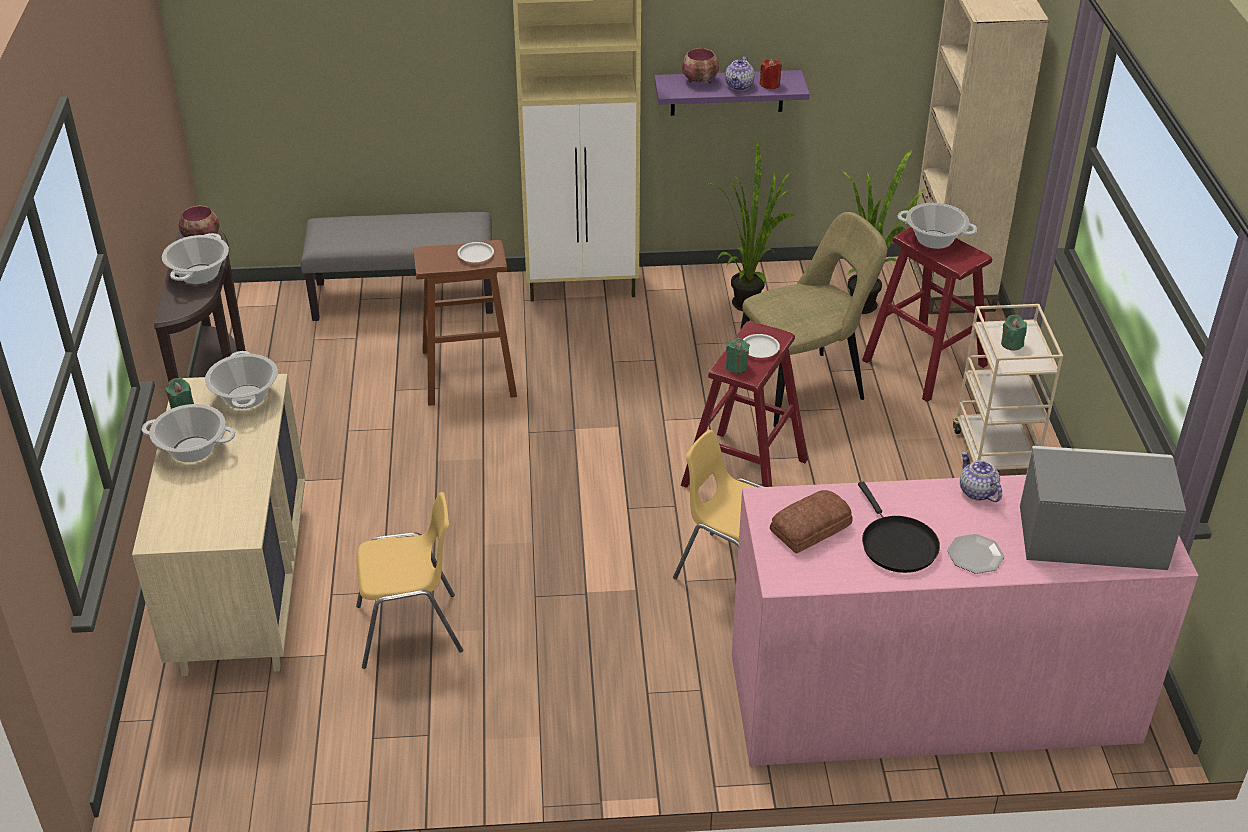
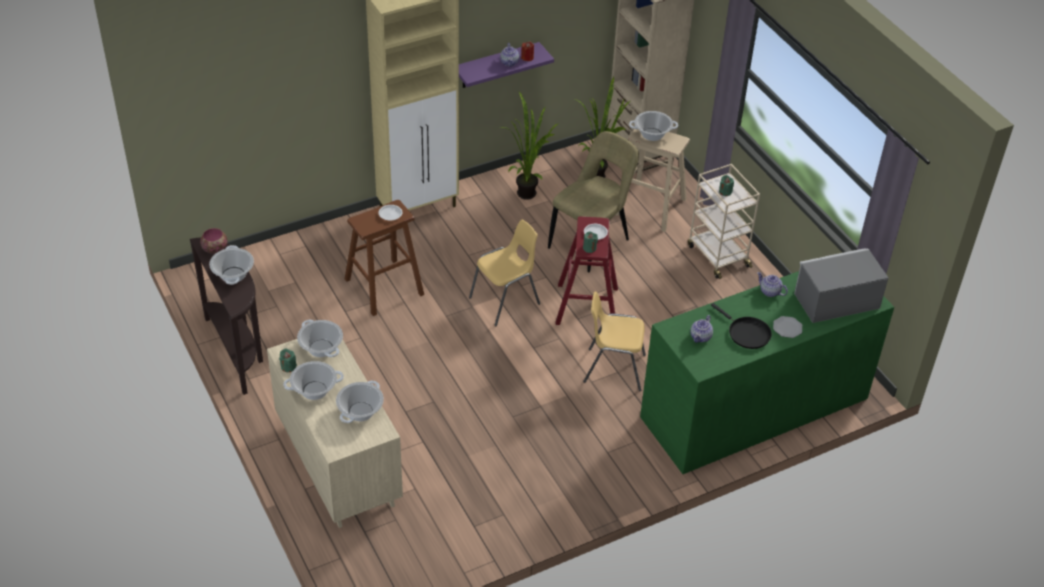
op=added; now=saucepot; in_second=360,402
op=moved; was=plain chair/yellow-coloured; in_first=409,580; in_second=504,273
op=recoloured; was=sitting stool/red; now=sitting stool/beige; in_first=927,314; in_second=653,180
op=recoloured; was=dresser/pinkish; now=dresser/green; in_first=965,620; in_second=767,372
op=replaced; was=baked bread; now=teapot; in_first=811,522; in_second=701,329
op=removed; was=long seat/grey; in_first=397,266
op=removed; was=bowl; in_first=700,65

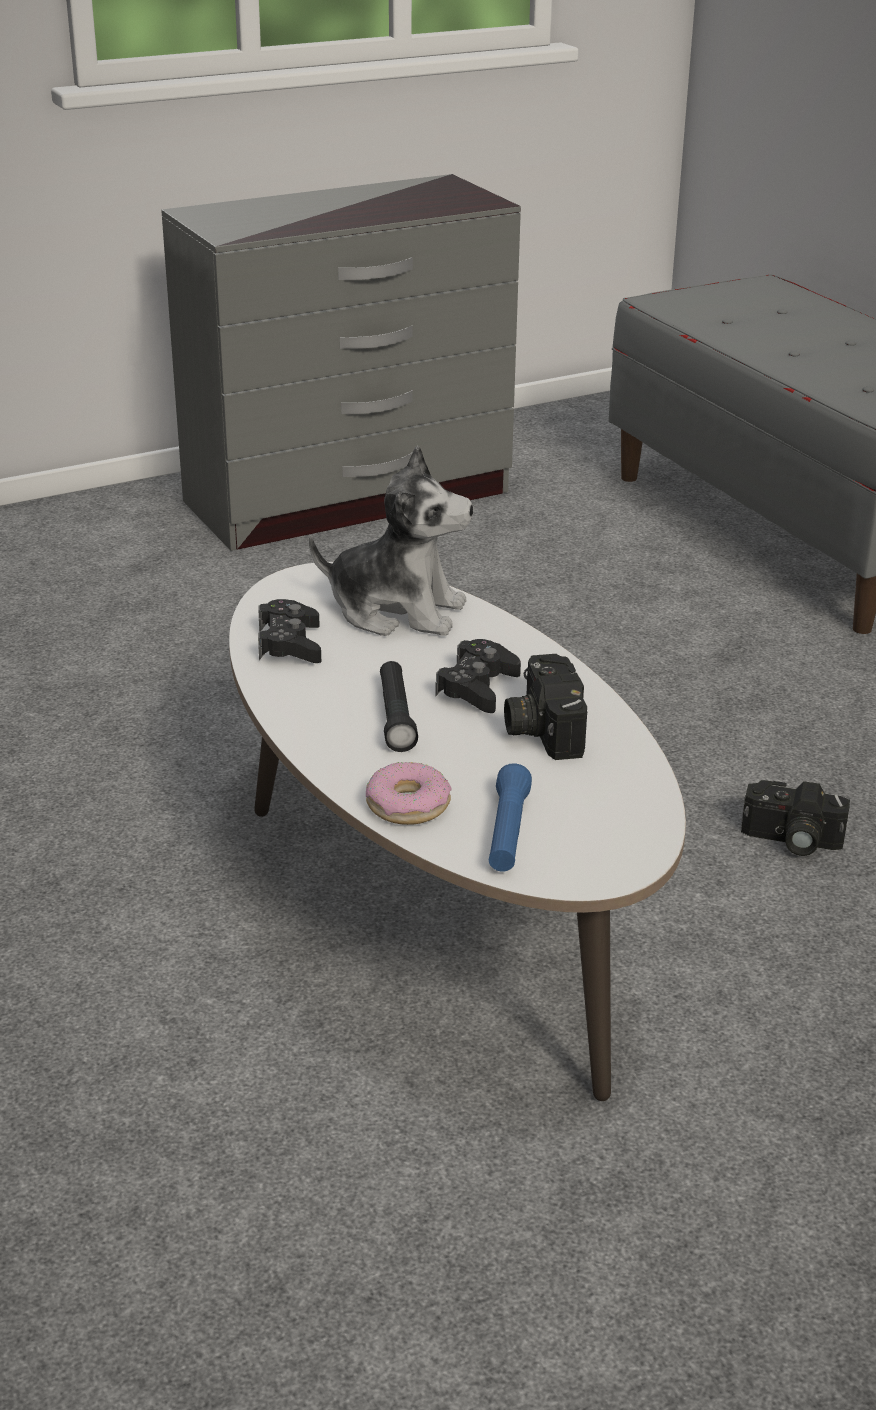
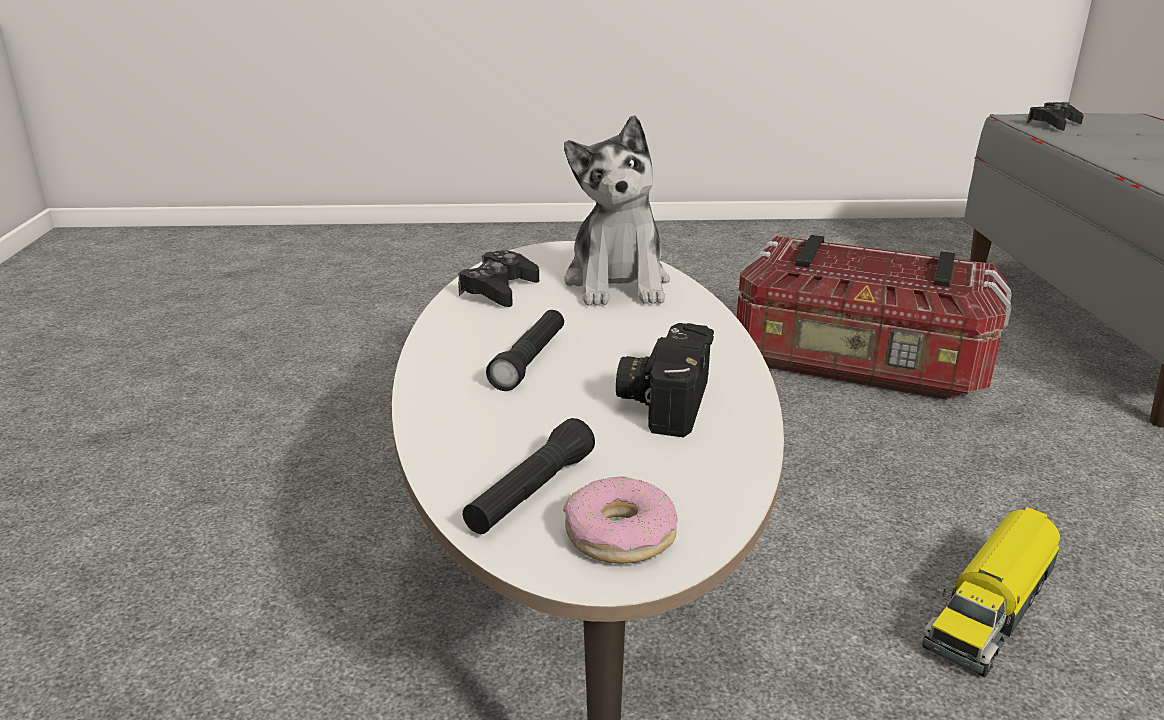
op=recoloured; was=flashlight/blue; now=flashlight/black-coloured; in_first=510,817; in_second=529,476
op=moved; was=ring doughnut; in_first=409,793; in_second=620,520
op=turned; was=plush toy; in_first=391,540; in_second=617,210; clockwise=45
op=added; now=storage box; in_second=874,317
op=replaced; was=still camera; now=toy truck; in_first=795,818; in_second=991,592
op=moved; was=gamepad/black-coloured; in_first=478,676; in_second=1055,116
op=removed; was=dresser/grey; in_first=341,362

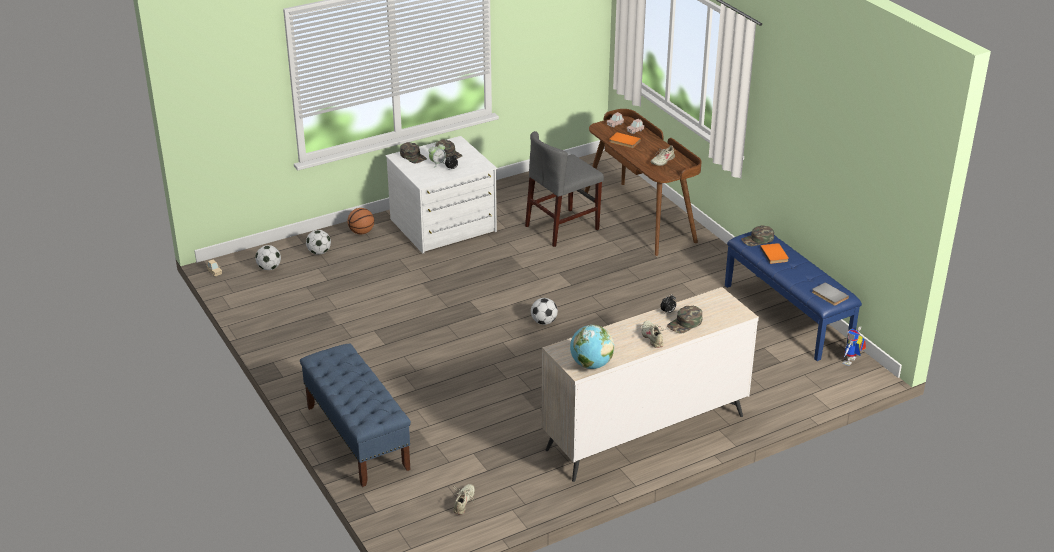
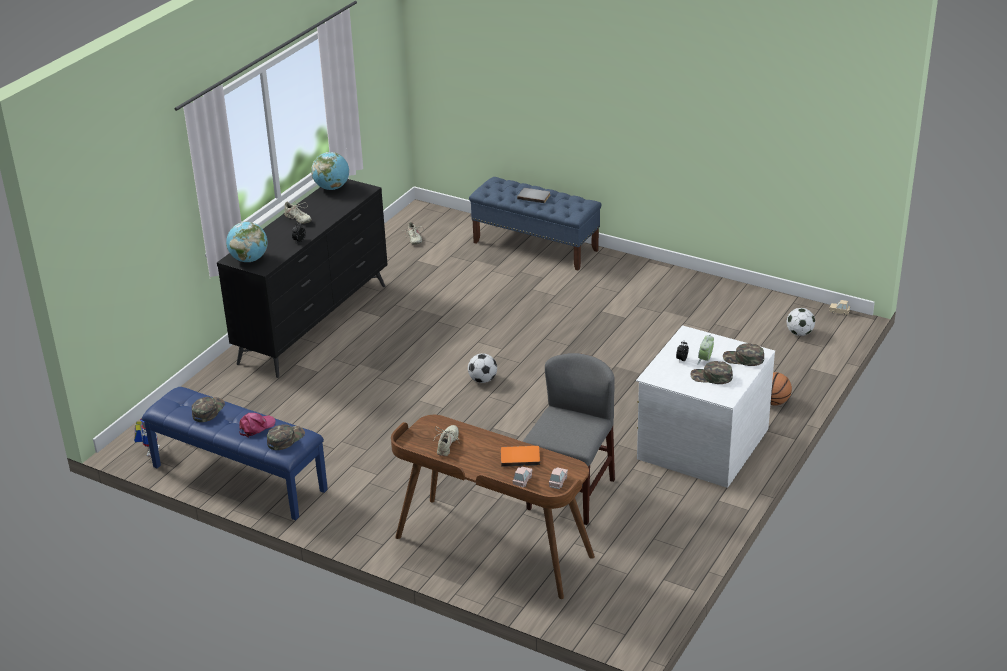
op=moved; was=peaked cap/green; in_first=684,320; in_second=208,409
op=recoloured; was=dresser/beige; now=dresser/black-coloured; in_first=650,384; in_second=302,278
op=added; now=globe; in_second=247,241
op=replaced; was=volume/orangey; now=peaked cap/pinkish; in_first=774,253; in_second=257,425
op=moved; was=volume/grey; in_first=830,294; in_second=533,195
op=removed; was=football ball; in_first=318,242

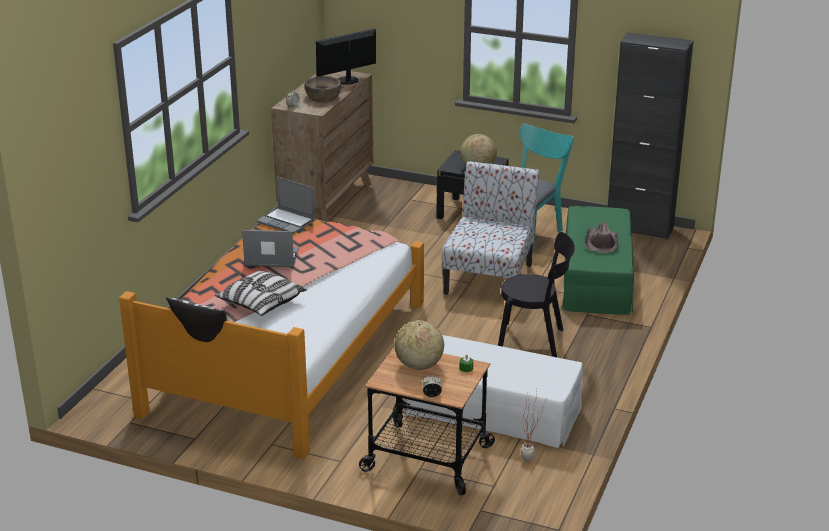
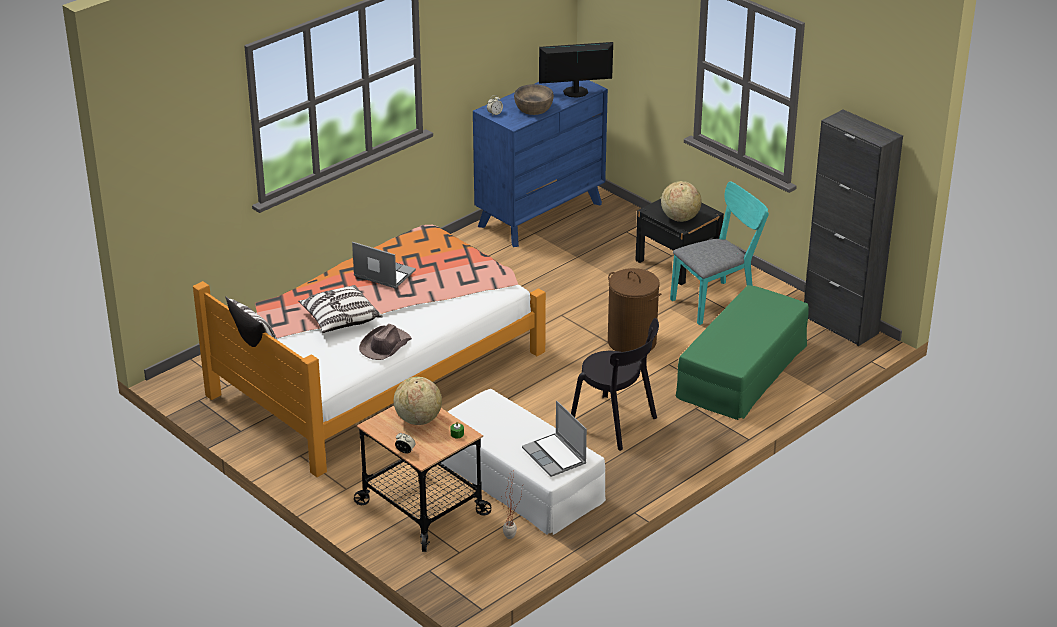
op=moved; was=wearable hat/brown-coloured; in_first=602,238; in_second=385,342
op=recoloured; was=dresser/brown-coloured; now=dresser/blue; in_first=322,145; in_second=540,163
op=moved; was=laptop; in_first=286,205; in_second=554,439
op=replaced; was=plain chair; now=washing basket/brown-coloured; in_first=490,228; in_second=634,310

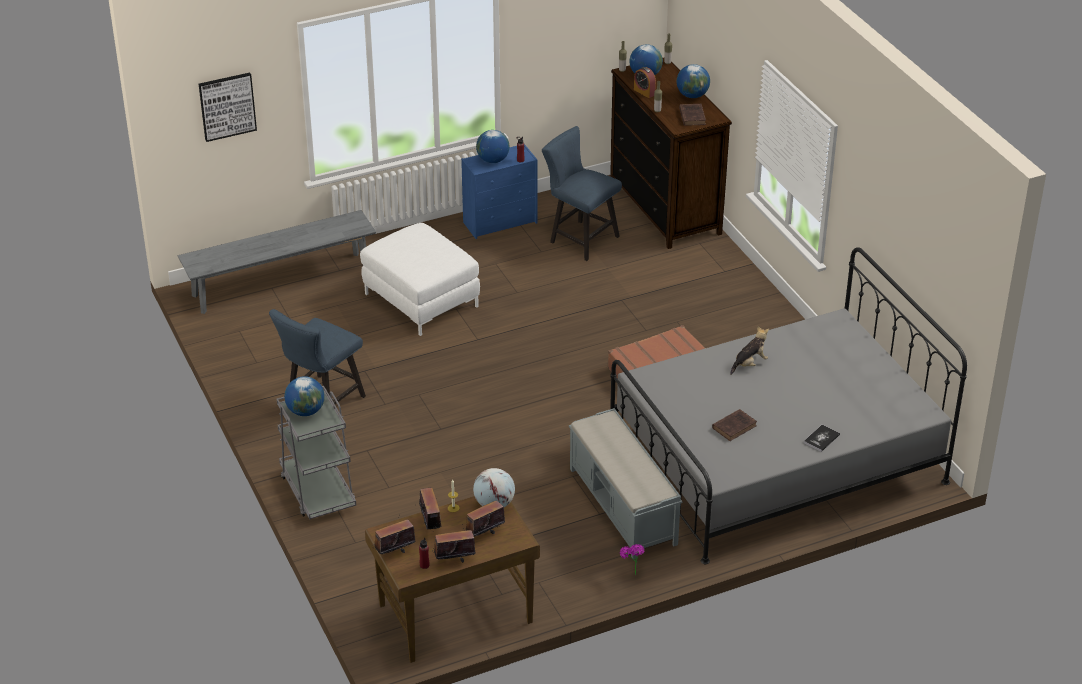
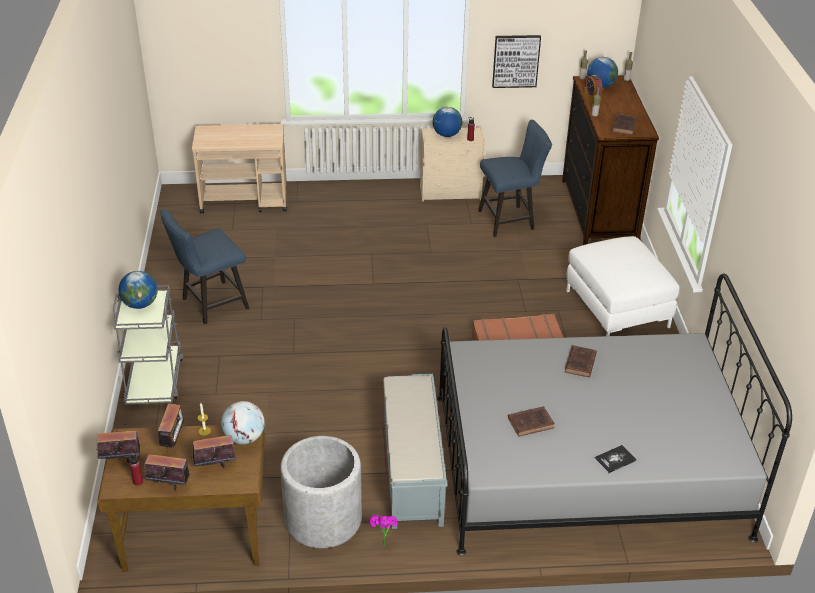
op=replaced; was=long seat/grey; now=wheeled cart/beige; in_first=277,262; in_second=239,168
op=added; now=plant pot/grey; in_second=321,492
op=recoloured; was=dresser/blue; now=dresser/beige; in_first=499,191; in_second=452,164
op=turned; was=plain chair/blue; in_first=582,193; in_second=515,178; clockwise=105
op=moved; was=wall picture; in_first=228,107; in_second=516,61
op=replaced; was=plush toy; now=volume/brown-coloured; in_first=749,350; in_second=581,361
op=moved; was=ottoman/whitish; in_first=420,279; in_second=623,286
op=removed; was=globe; in_first=693,81

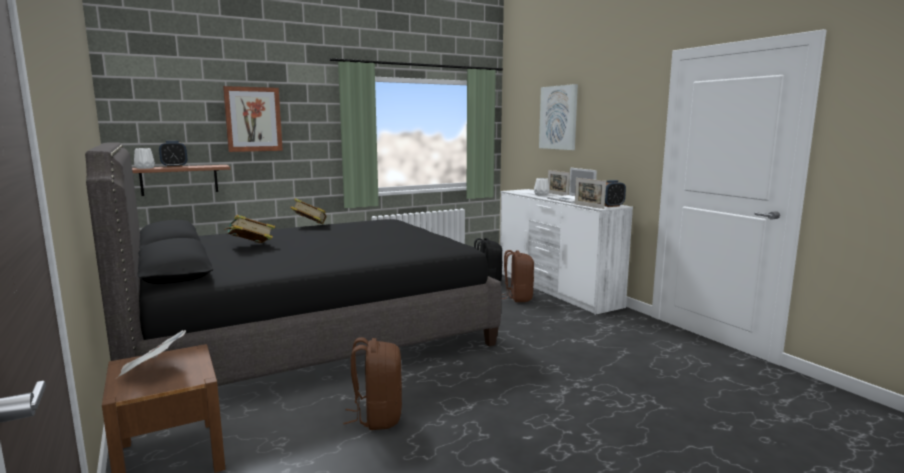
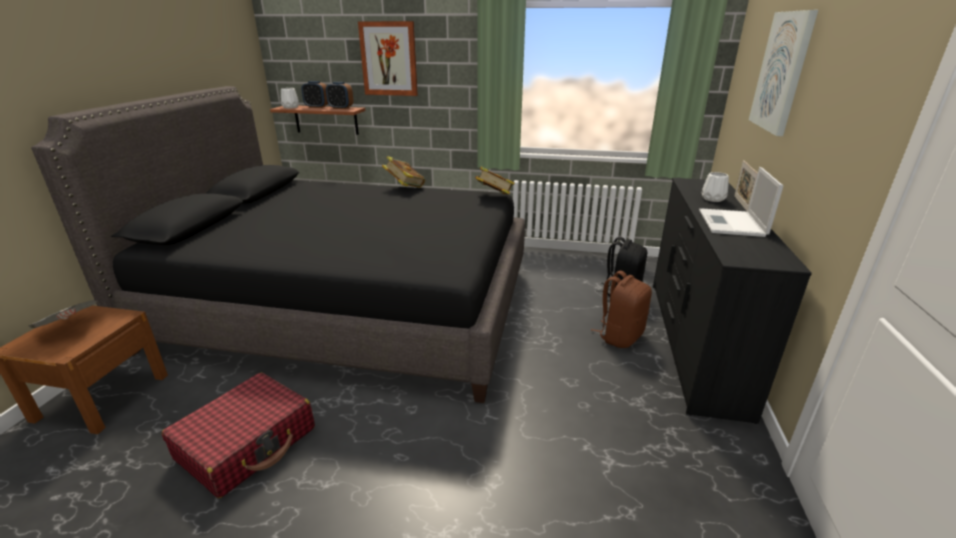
op=replaced; was=knapsack/brown-coloured; now=piece of luggage/red; in_first=372,383; in_second=238,435
op=moved; was=bedside clock; in_first=615,193; in_second=339,95
op=moved; was=volume; in_first=249,229; in_second=495,181
op=recoloured; was=dresser/whitish; now=dresser/black-coloured; in_first=566,252; in_second=732,301
op=removed; was=photo frame; in_first=590,193

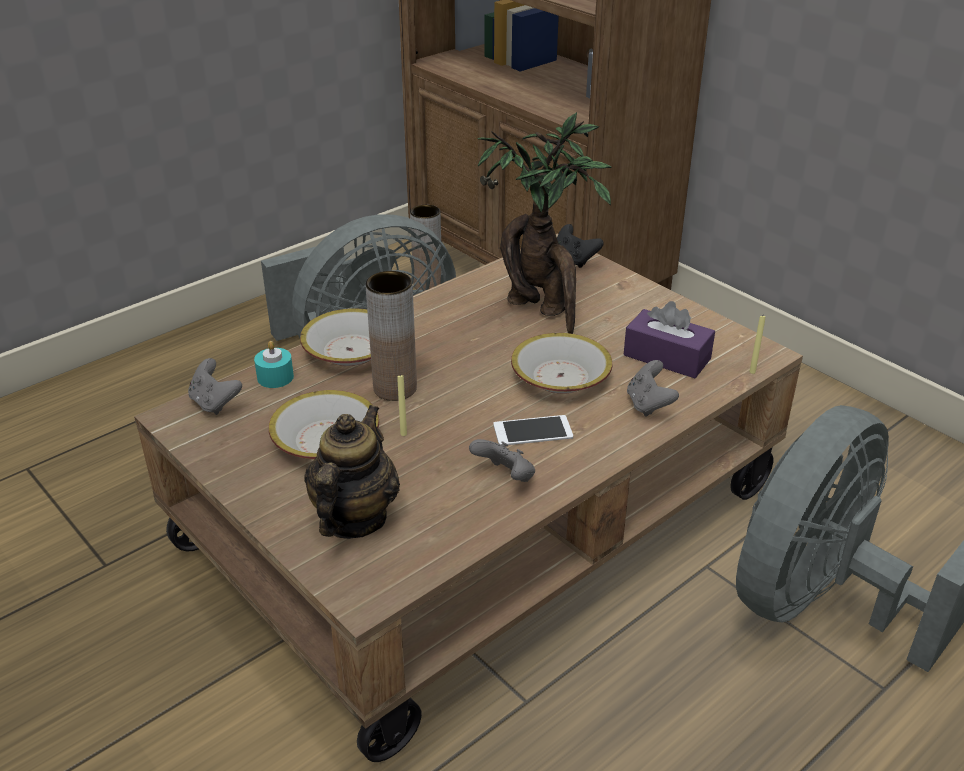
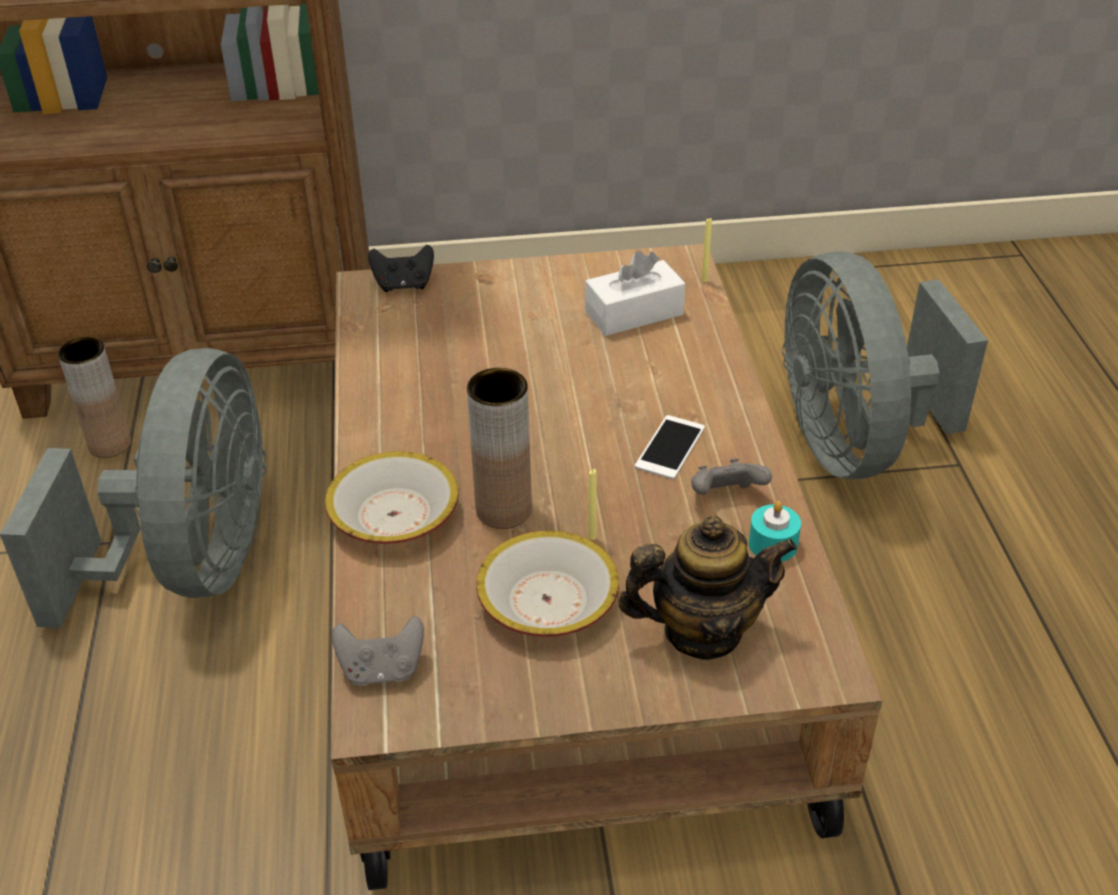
op=recoloured; was=tissue holder/purple; now=tissue holder/whitish; in_first=669,339; in_second=635,293
op=turned; was=teapot; in_first=352,472; in_second=707,588; clockwise=120
op=moved; was=wax candle/turquoise-coloured; in_first=274,364; in_second=775,531
op=removed; was=potted plant; in_first=544,223
op=removed; was=bowl; in_first=561,363
op=removed; was=gamepad/grey; in_first=653,388

